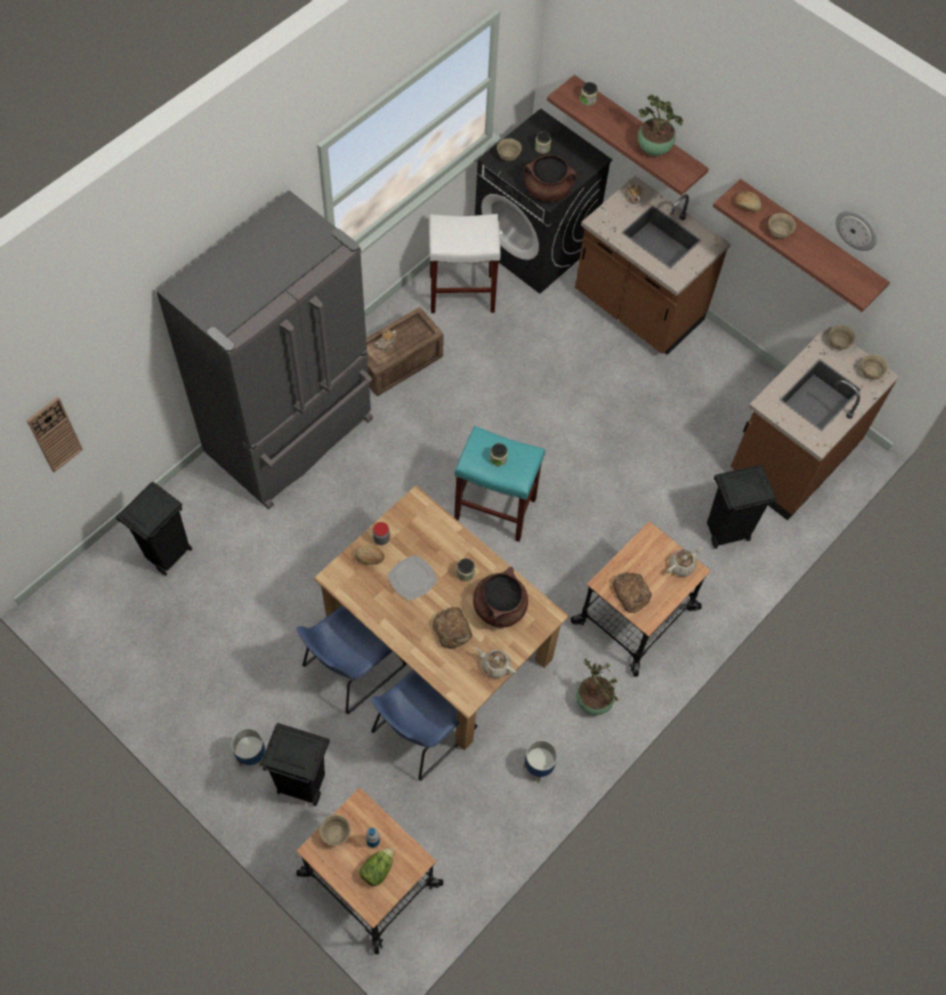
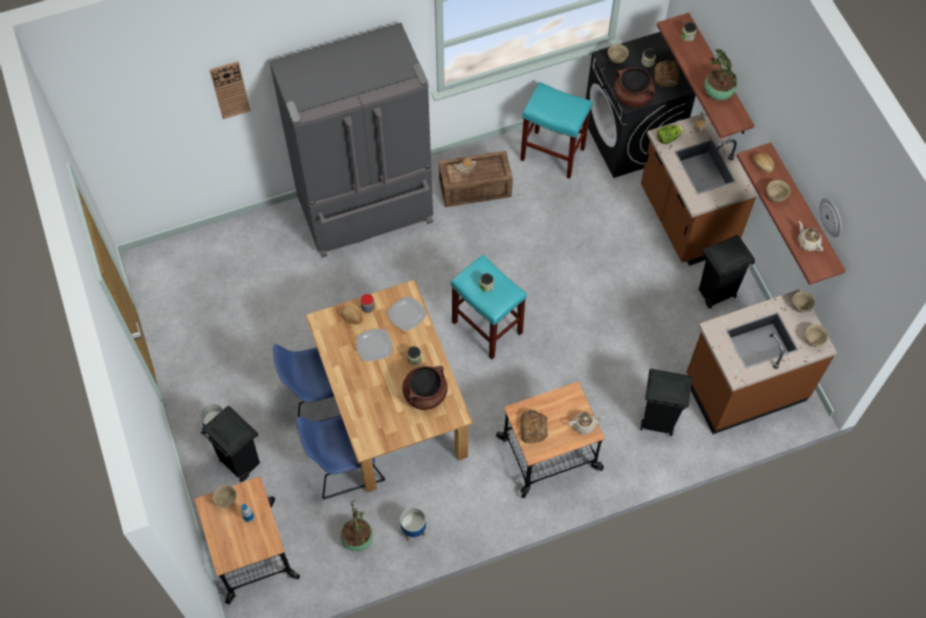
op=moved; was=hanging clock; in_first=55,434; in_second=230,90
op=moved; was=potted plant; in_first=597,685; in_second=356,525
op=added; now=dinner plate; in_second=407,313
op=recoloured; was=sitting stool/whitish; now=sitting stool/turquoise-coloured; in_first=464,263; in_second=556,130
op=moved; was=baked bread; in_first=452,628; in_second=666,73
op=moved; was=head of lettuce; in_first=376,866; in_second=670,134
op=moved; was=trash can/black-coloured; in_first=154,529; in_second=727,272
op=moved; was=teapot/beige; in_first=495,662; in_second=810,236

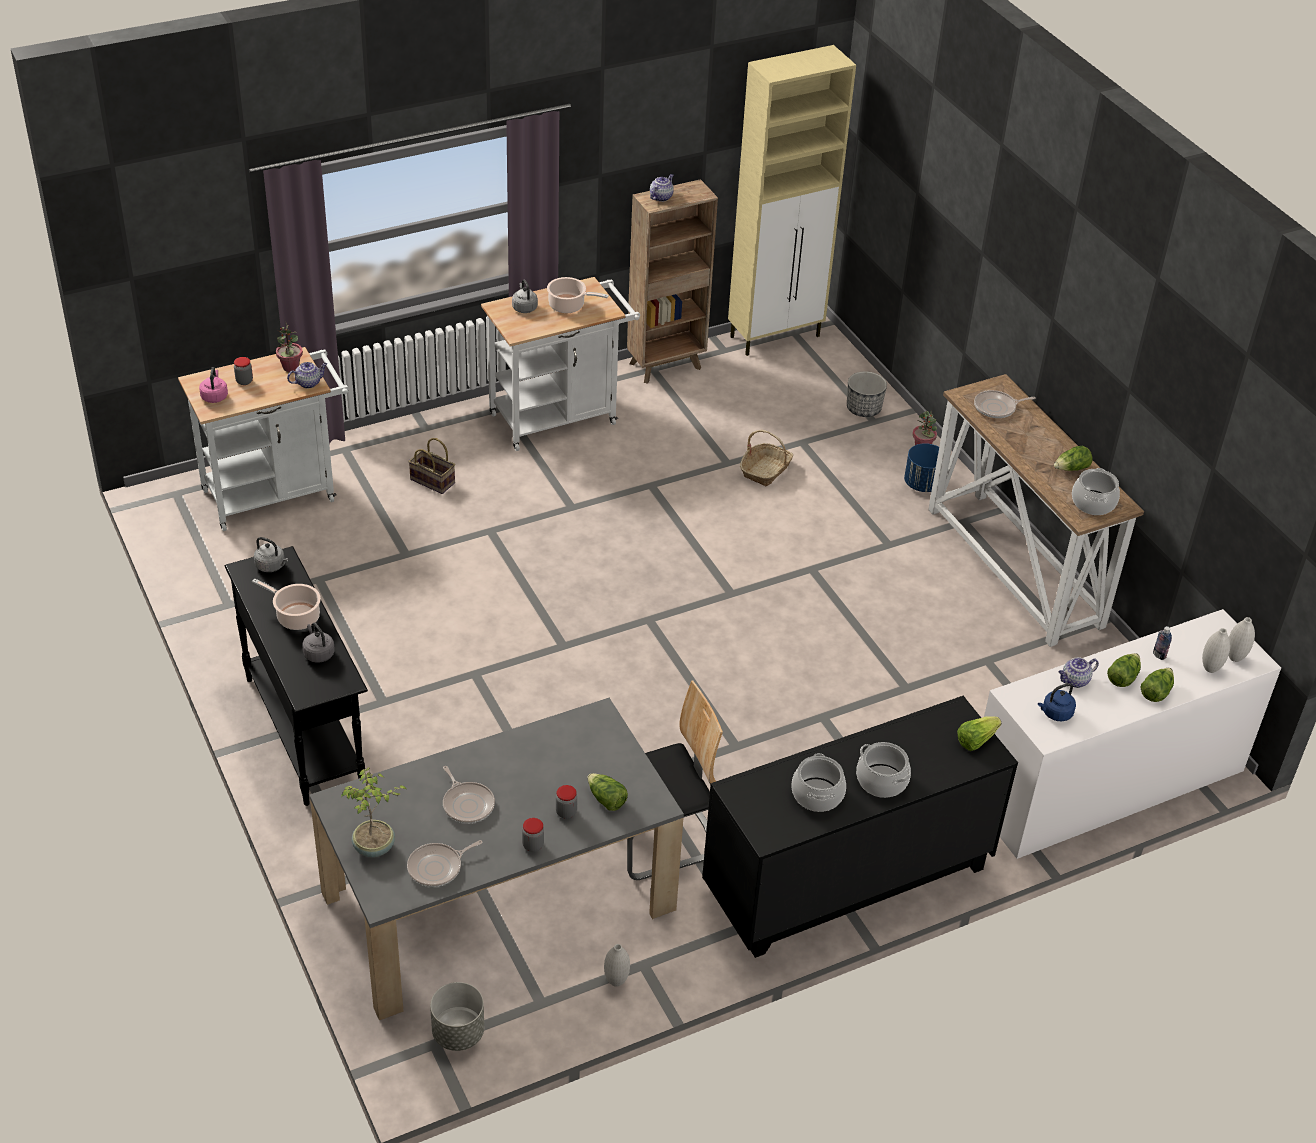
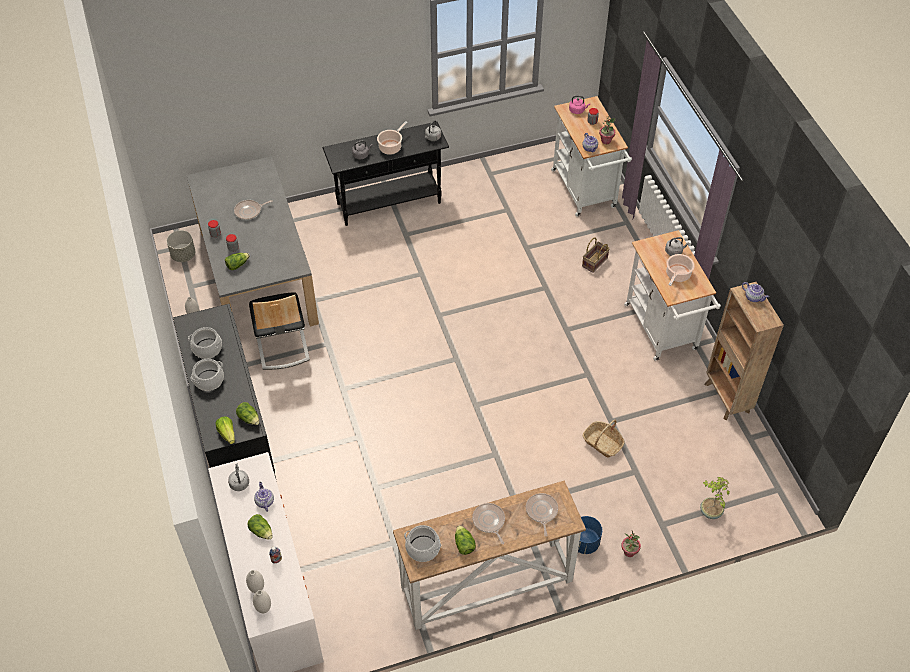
op=recoloured; was=water kettle/blue; now=water kettle/grey; in_first=1057,702; in_second=238,477
op=moved; was=head of lettuce; in_first=1157,685; in_second=247,413
op=moved; was=pan; in_first=444,863; in_second=488,523
op=moved; was=potted plant; in_first=374,812; in_second=715,498
op=removed; was=cabinet/beige; in_first=792,200
op=removed; was=plant pot; in_first=867,394

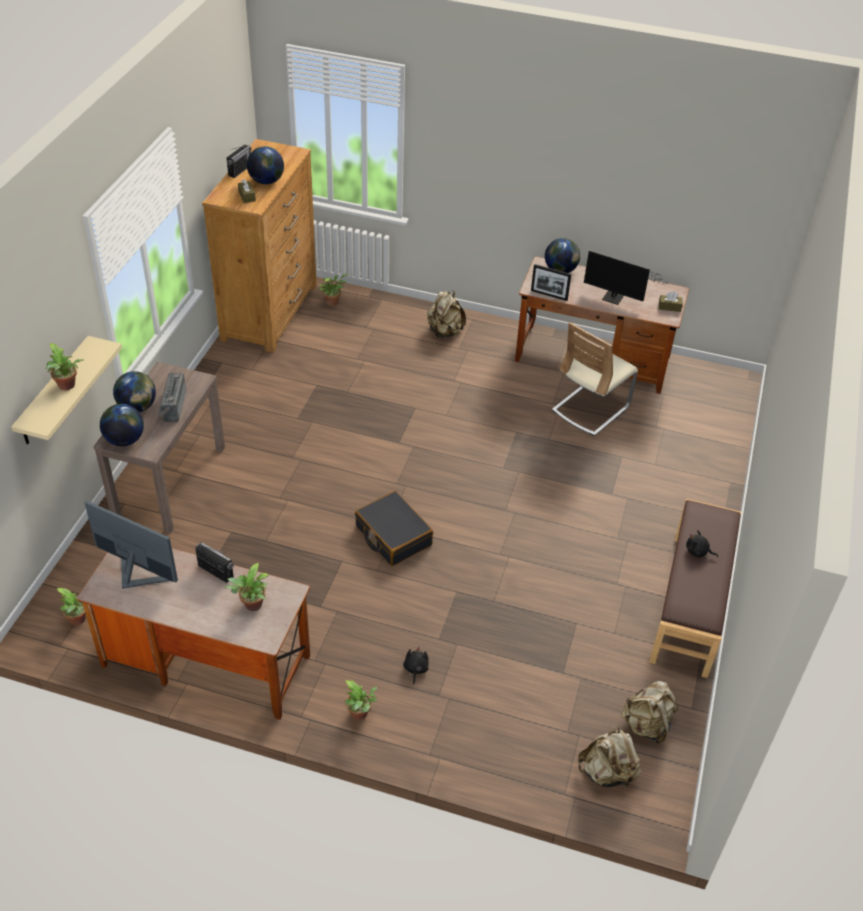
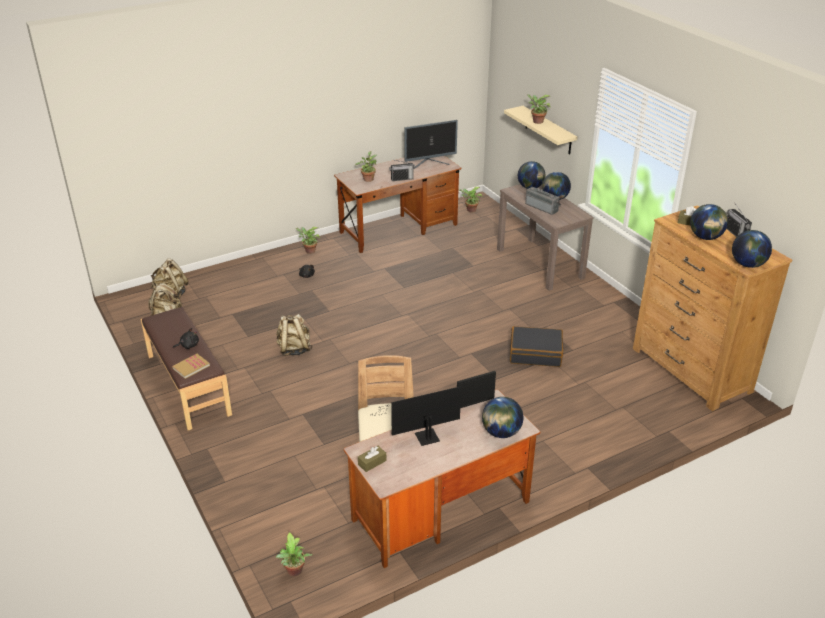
op=added; now=volume; in_second=191,366
op=moved; was=potted plant; in_first=333,290; in_second=293,554
op=moved; was=knapsack/beige; in_first=446,314; in_second=294,335
op=moved; was=piece of luggage/black-coloured; in_first=394,528; in_second=536,346
op=added; now=globe; in_second=752,249

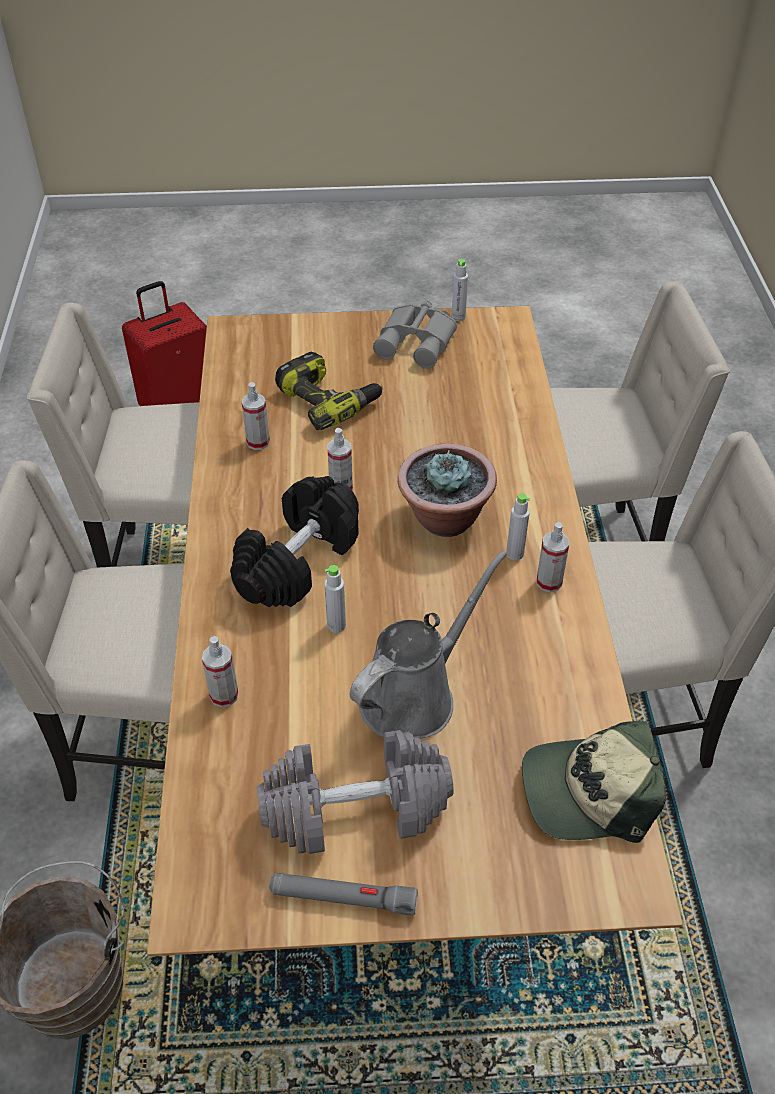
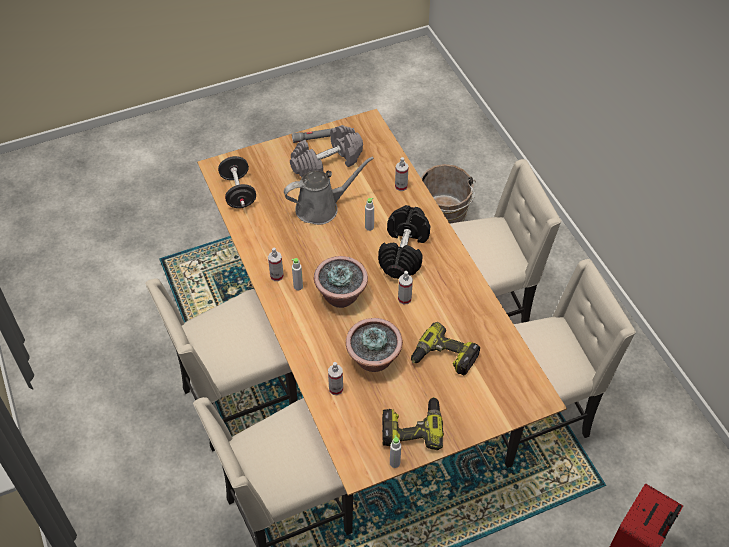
op=replaced; was=peaked cap; now=free weight/black-coloured; in_first=594,782; in_second=237,182
op=turned; was=sprinkling can/grey; in_first=428,645; in_second=329,190; clockwise=-135
op=moved; was=spray bottle; in_first=255,416; in_second=335,378
op=added; now=potted plant; in_second=374,345
op=replaced; was=pair of binoculars/grey; now=power drill; in_first=415,334; in_second=413,423

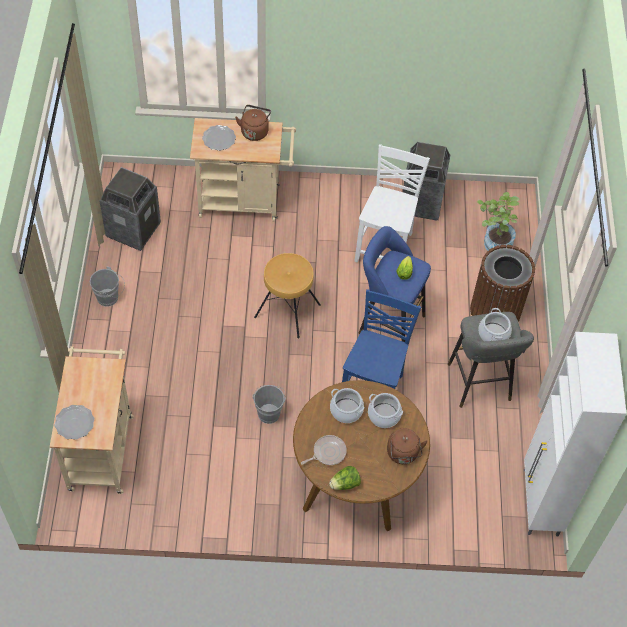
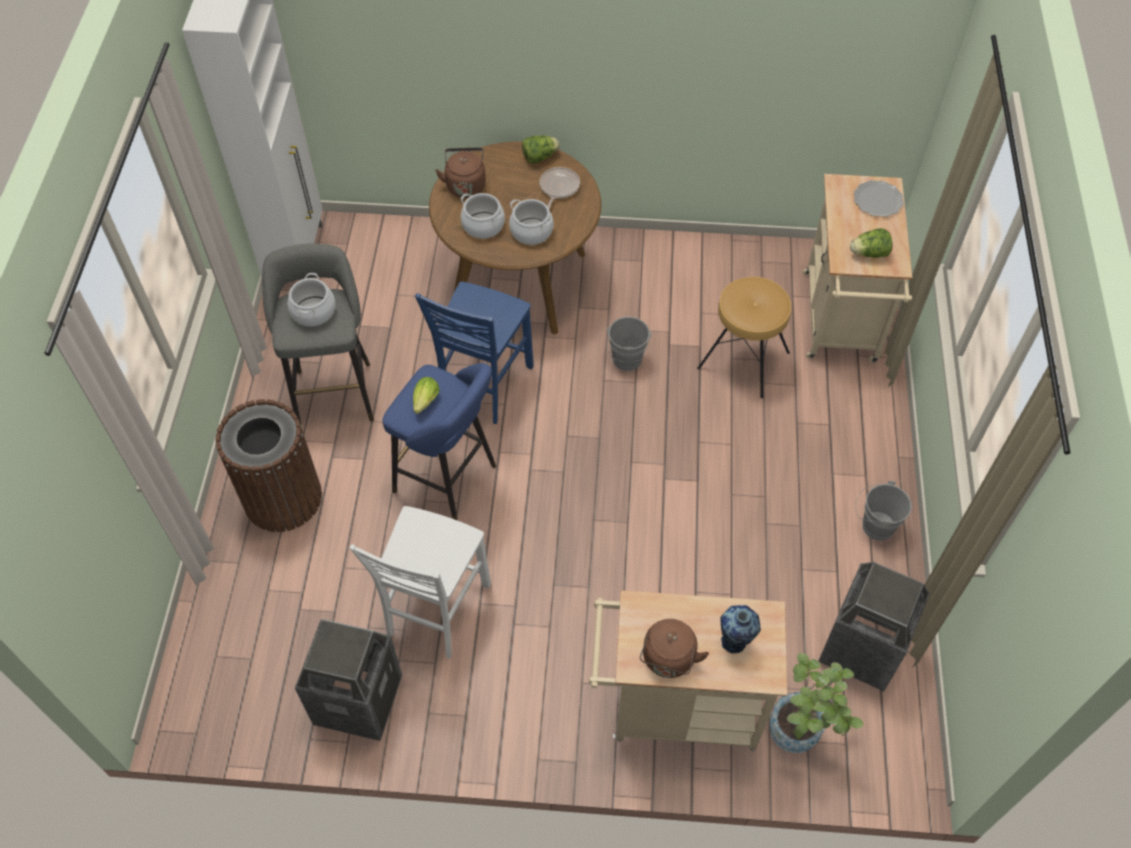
op=turned; was=pan; in_first=324,450; in_second=560,188; clockwise=135
op=moved; was=sitting stool/brown-coloured; in_first=287,295; in_second=744,337
op=replaced; was=dinner plate; now=flower vase; in_first=219,138; in_second=740,629
op=moved; was=potted plant; in_first=498,221; in_second=816,703
op=added; now=head of lettuce; in_second=871,243

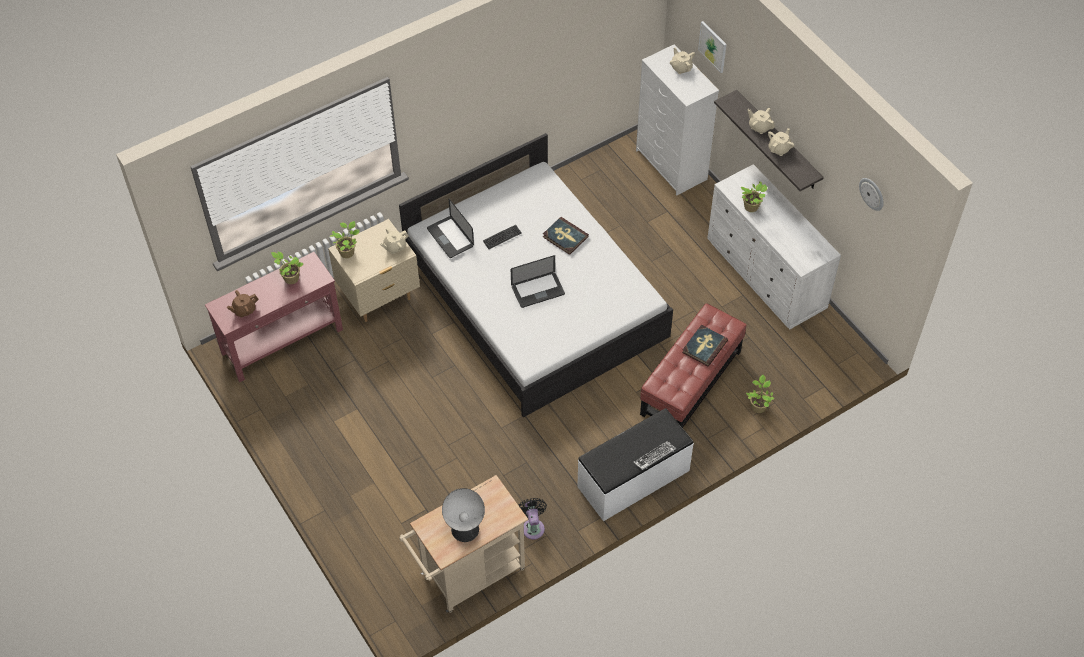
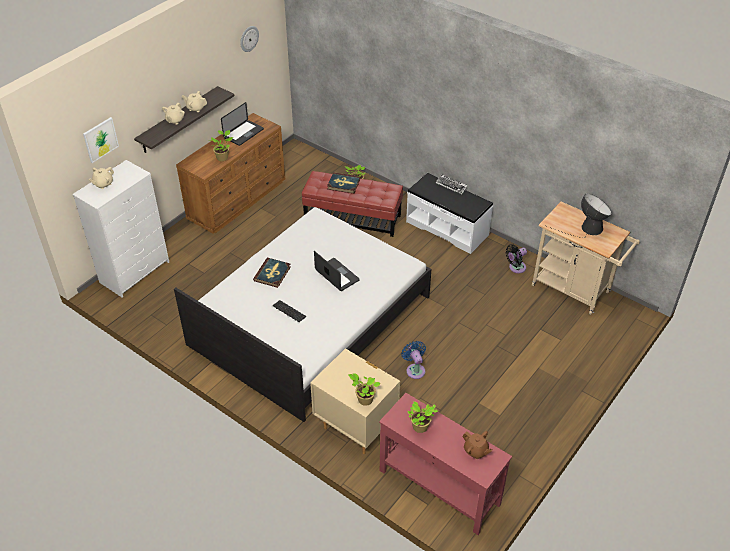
op=recoloured; was=dresser/whitish; now=dresser/brown-coloured; in_first=774,246; in_second=230,173
op=moved; was=laptop; in_first=450,228; in_second=242,124
op=added; now=cooling fan/blue; in_second=413,360
op=removed; was=teapot/beige; in_first=394,241

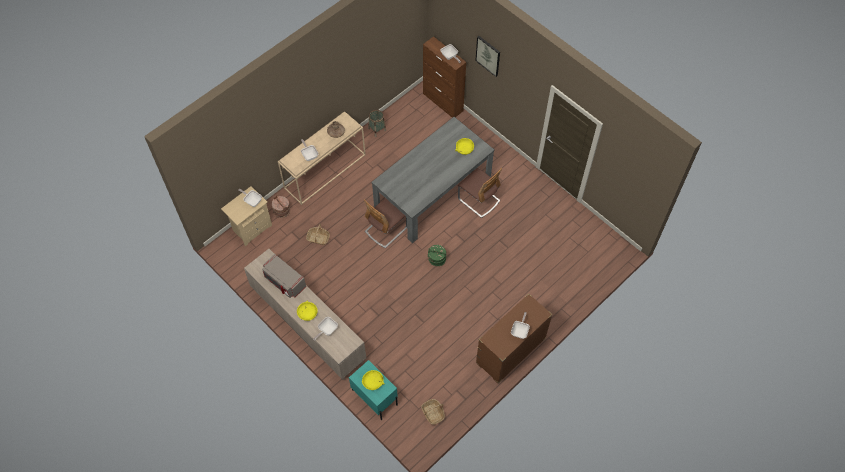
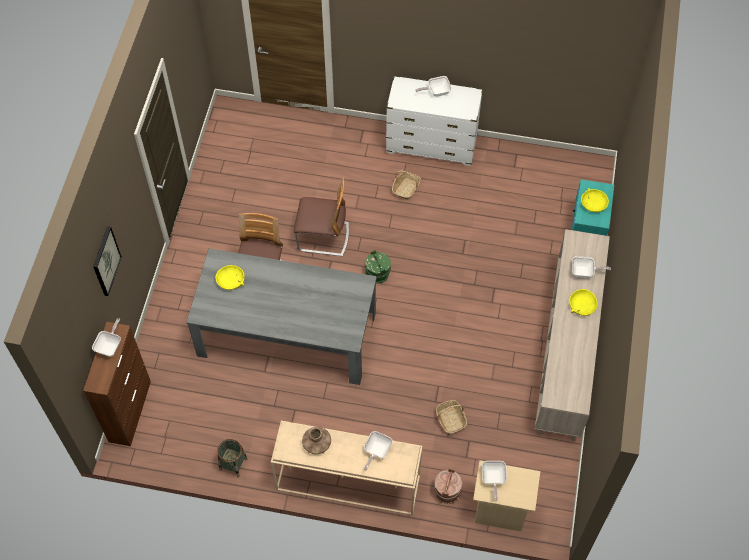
op=moved; was=plain chair; in_first=385,223; in_second=321,216
op=recoloured; was=dresser/brown-coloured; now=dresser/whitish; in_first=514,338; in_second=434,121
op=moved; was=basket; in_first=433,412; in_second=406,185
op=removed; was=kitchen microwave/grey; in_first=284,276

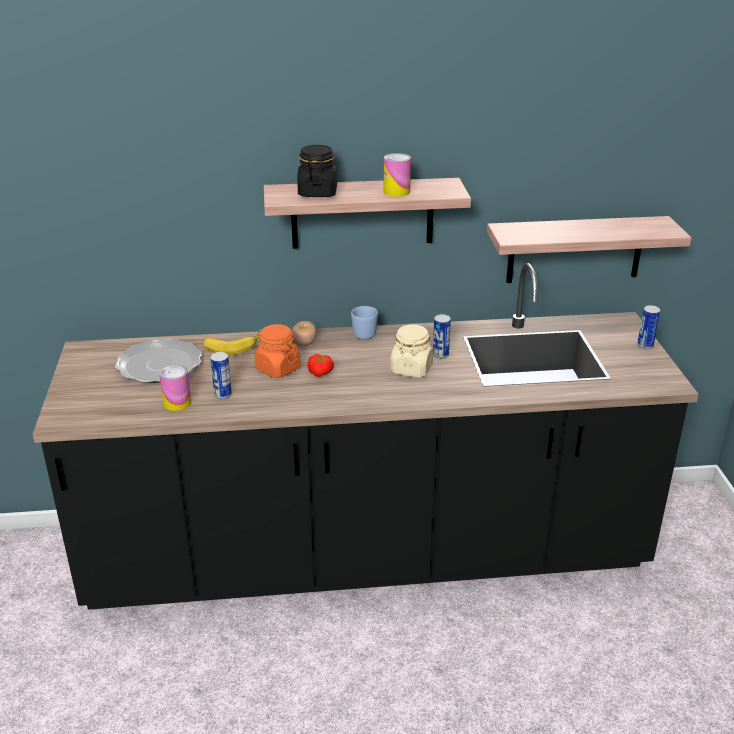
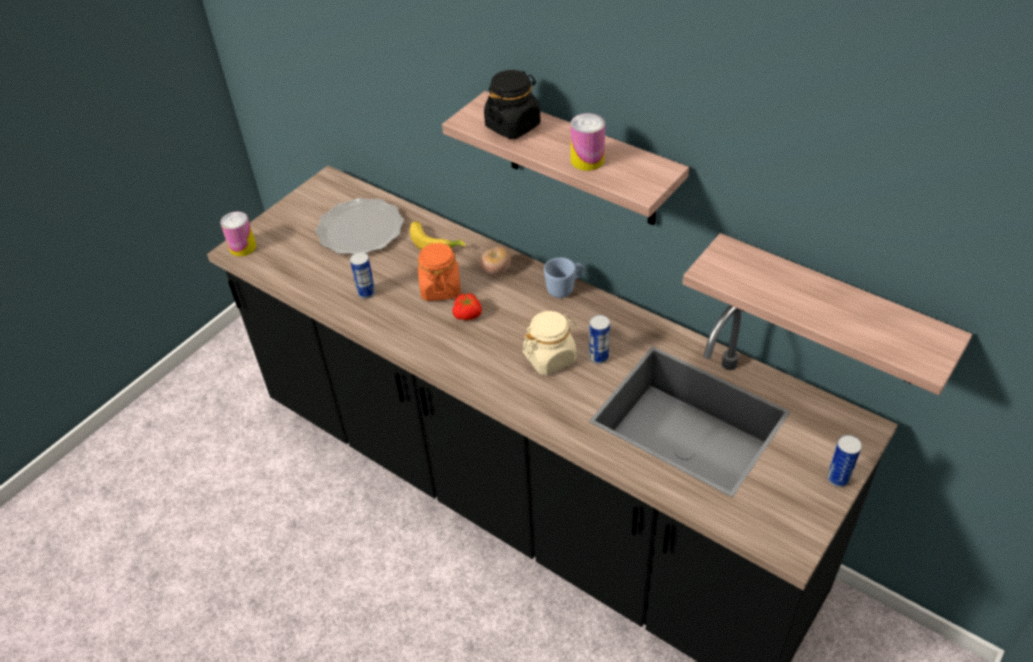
op=moved; was=metal can; in_first=175,388; in_second=238,234

